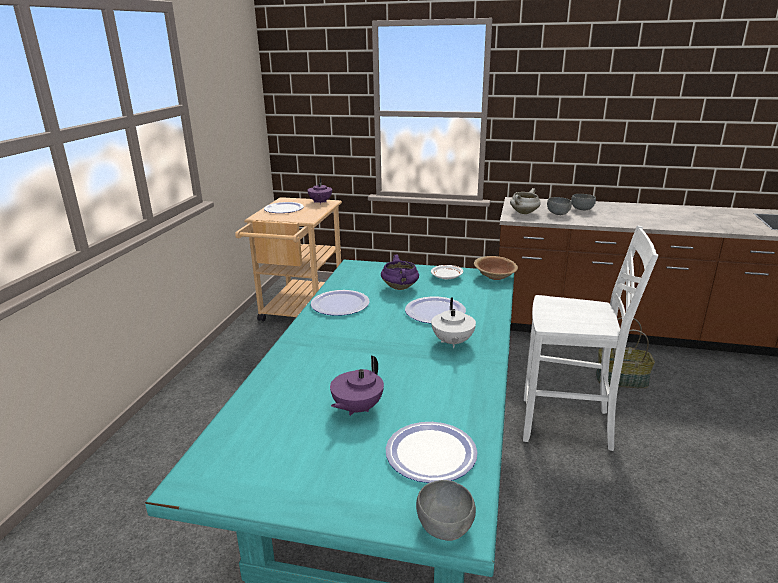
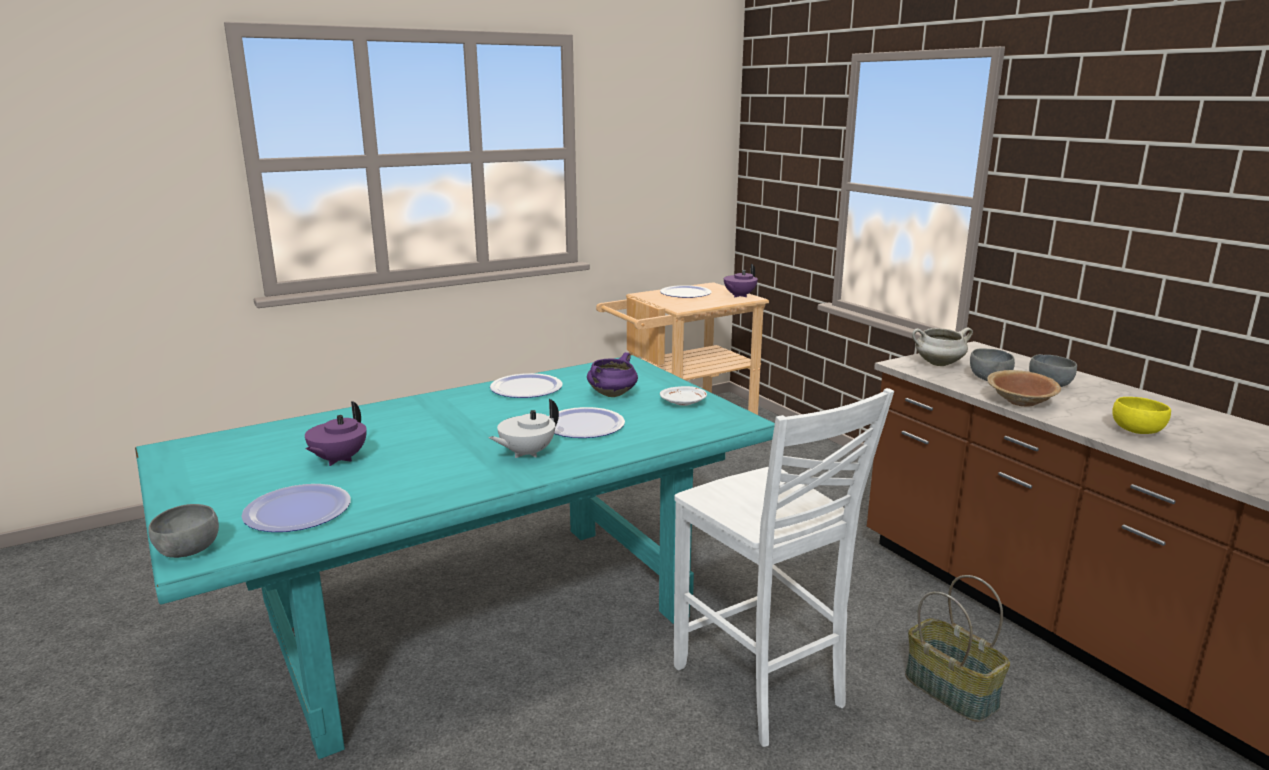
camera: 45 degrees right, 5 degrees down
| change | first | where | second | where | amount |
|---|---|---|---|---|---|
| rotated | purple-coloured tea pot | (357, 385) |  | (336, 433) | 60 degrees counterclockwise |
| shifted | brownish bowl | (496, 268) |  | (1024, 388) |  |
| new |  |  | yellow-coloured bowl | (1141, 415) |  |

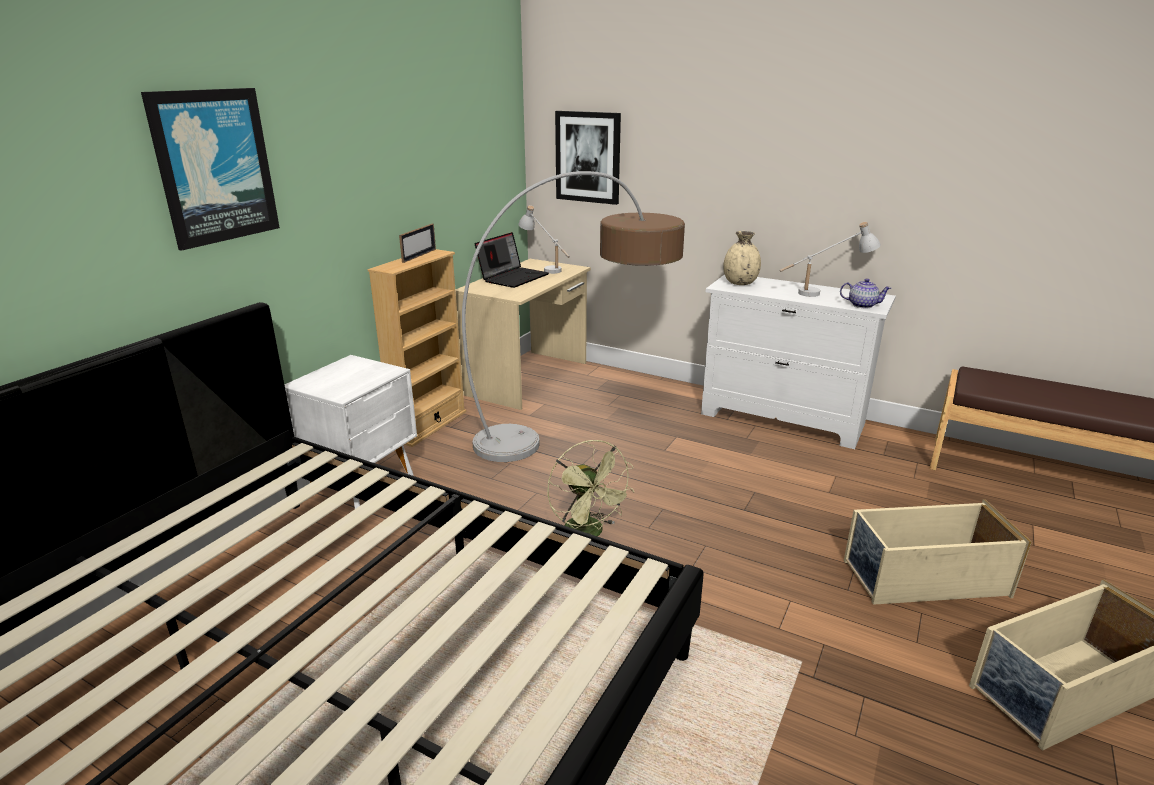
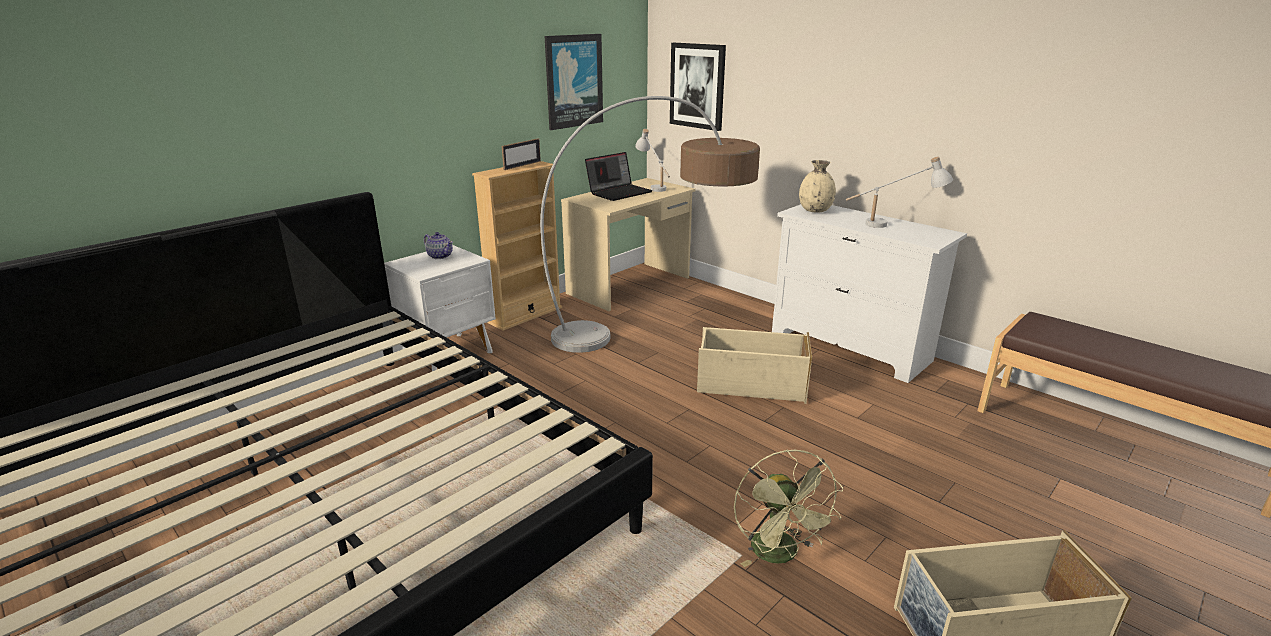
camera: 15 degrees right, 0 degrees up
| change | first | where | second | where | amount |
|---|---|---|---|---|---|
| shifted | tea pot | (865, 293) |  | (438, 245) |  |
| shifted | wall art | (210, 169) |  | (574, 82) |  |
| shifted | beige storage bin | (938, 552) |  | (754, 365) |  |
| shifted | green electric fan | (590, 488) |  | (789, 508) |  |

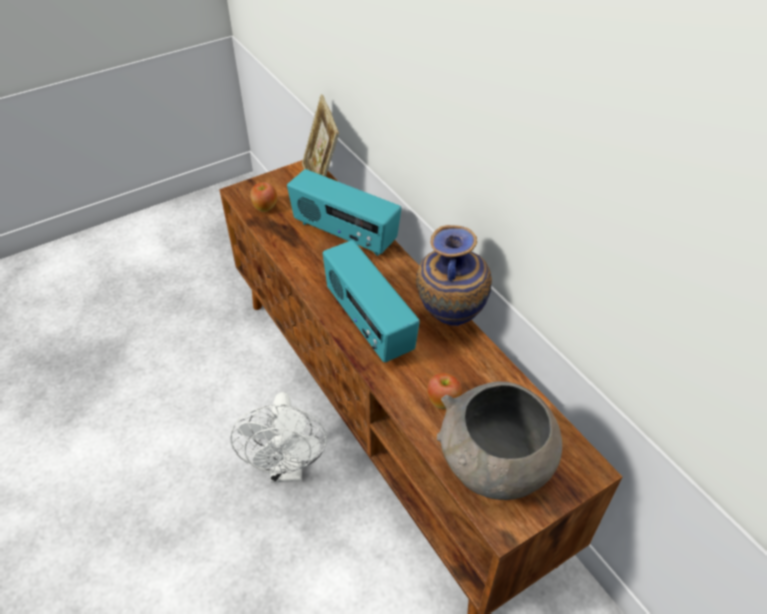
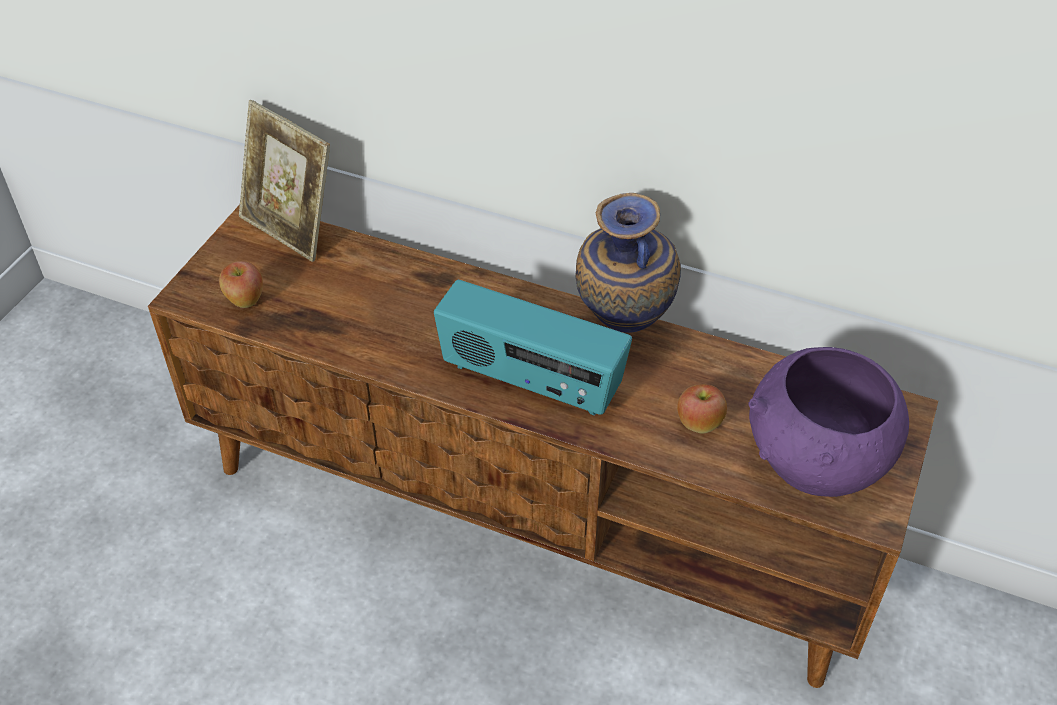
camera: 35 degrees left, 0 degrees up
| change | first | where | second | where | amount |
|---|---|---|---|---|---|
| repainted | grey bowl | (499, 440) | purple-coloured bowl | (829, 422) |  |
| gone | whitish electric fan | (278, 437) |  |  |  |
| gone | radio receiver | (344, 212) |  |  |  |

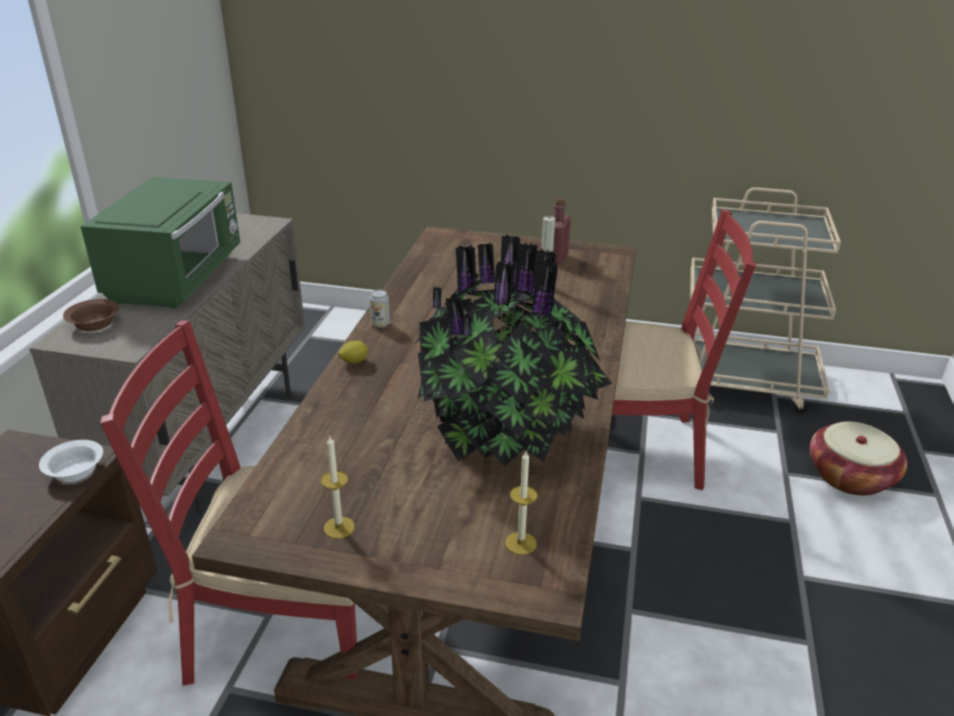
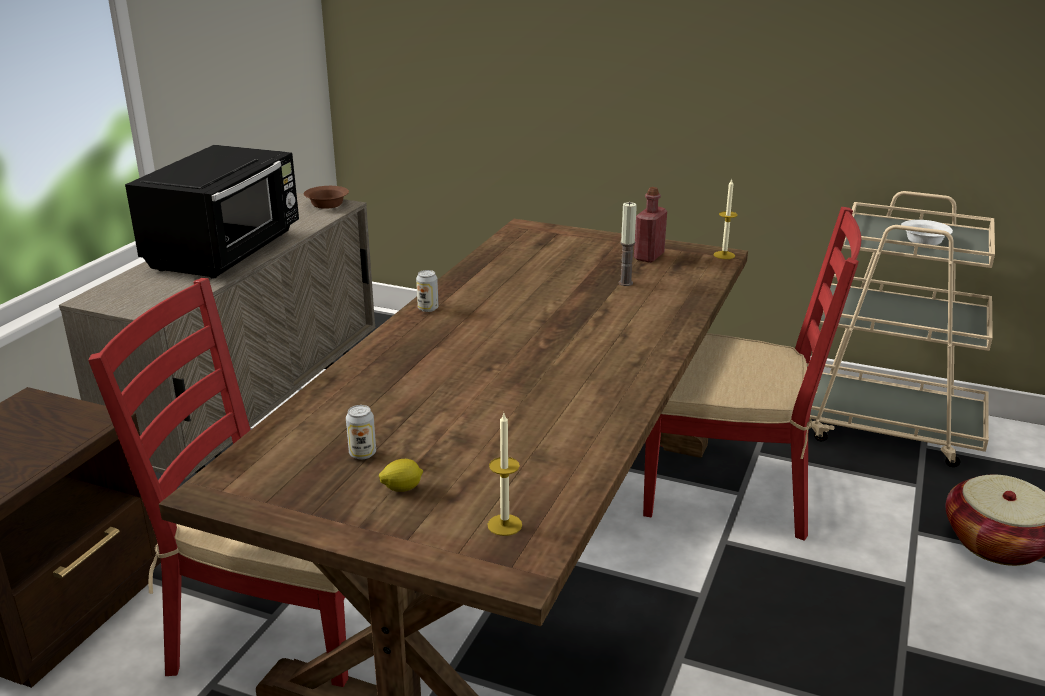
camera: 10 degrees right, 5 degrees down
| change | first | where | second | where | amount |
|---|---|---|---|---|---|
| repainted | green microwave | (160, 243) | blackish microwave | (212, 212) |  |
| shifted | brownish bowl | (91, 315) |  | (326, 197) |  |
| new |  |  | metal can | (361, 432) |  |
| shifted | citrus fruit | (353, 352) |  | (401, 475) |  |
| shifted | wax light | (338, 487) |  | (726, 219) |  |
| shifted | whitish bowl | (71, 461) |  | (927, 232) |  |
| gone | plant in a pot | (513, 350) |  |  |  |

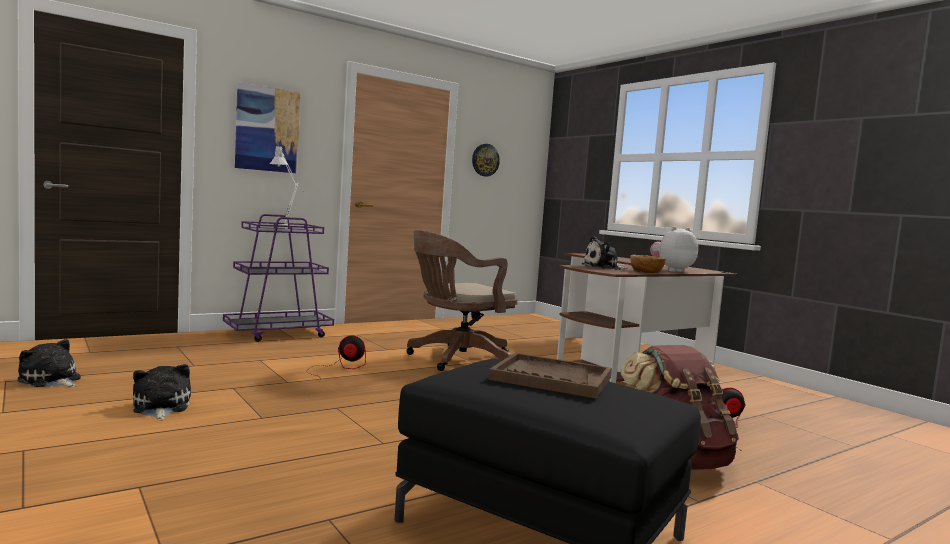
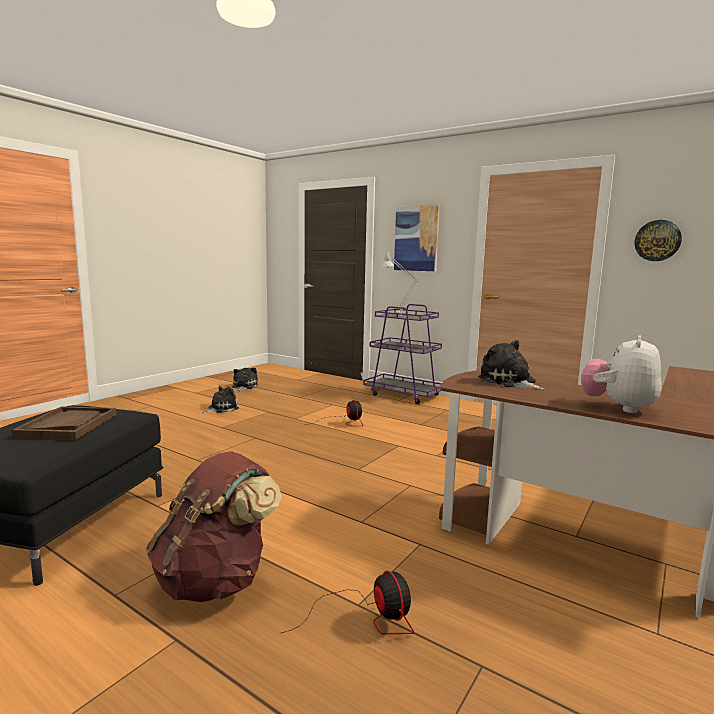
camera: 70 degrees right, 5 degrees up
| change | first | where | second | where | amount |
|---|---|---|---|---|---|
| rotated | plush toy | (674, 249) |  | (621, 374) | 105 degrees counterclockwise |
| gone | brownish desk chair | (462, 300) |  |  |  |
| gone | bowl | (648, 264) |  |  |  |

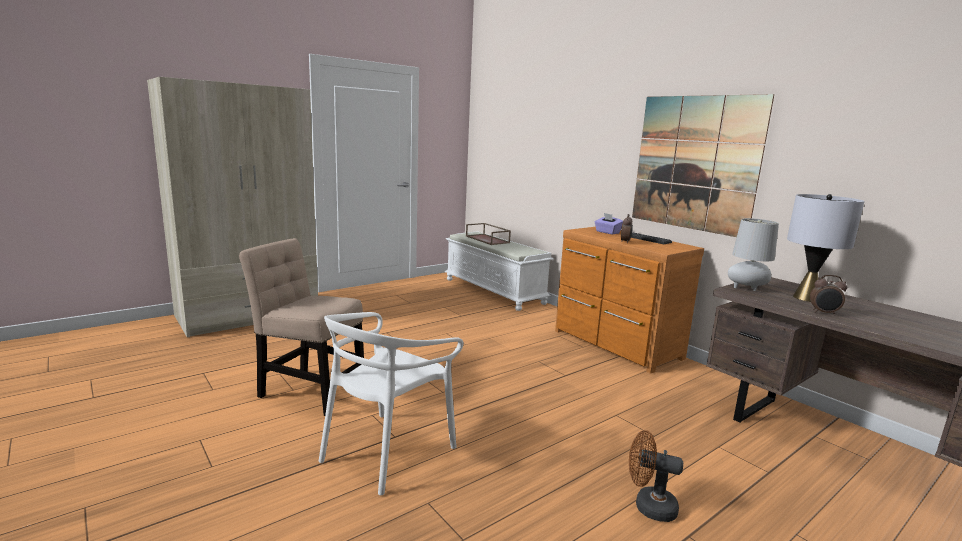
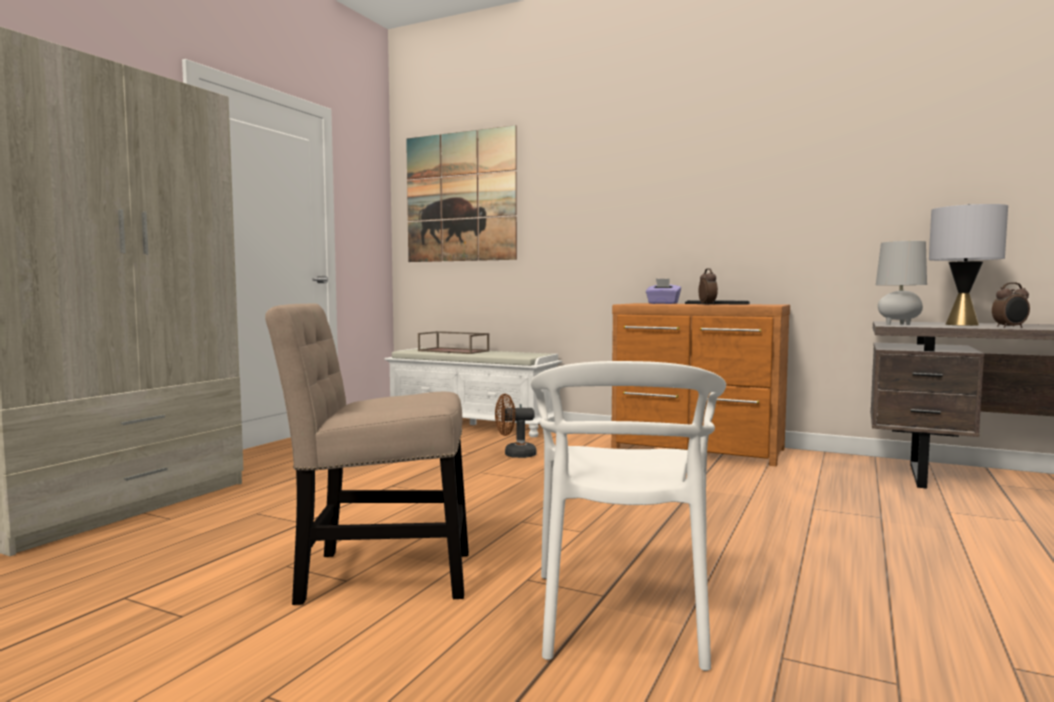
camera: 25 degrees left, 10 degrees down
| change | first | where | second | where | amount |
|---|---|---|---|---|---|
| shifted | wall art | (703, 165) |  | (461, 193) |  |
| shifted | brownish electric fan | (656, 476) |  | (516, 426) |  |

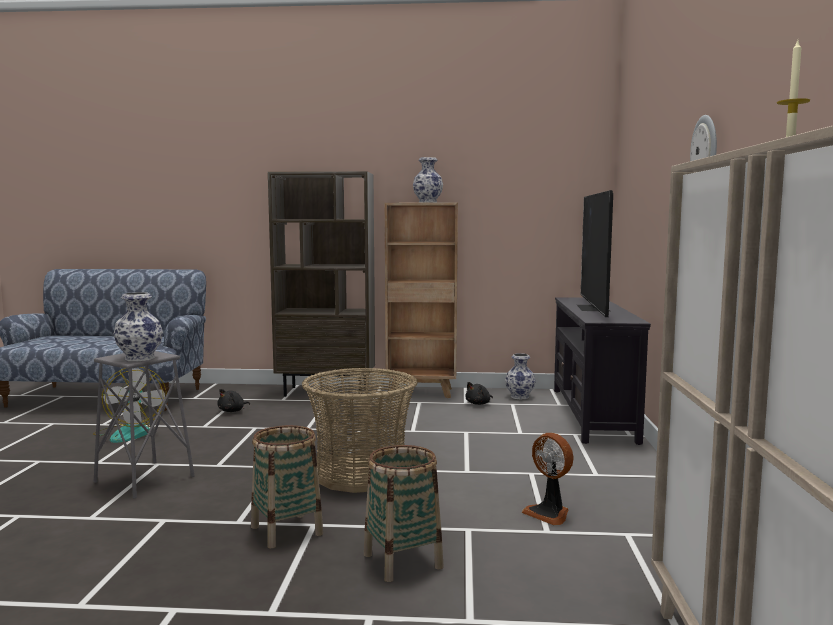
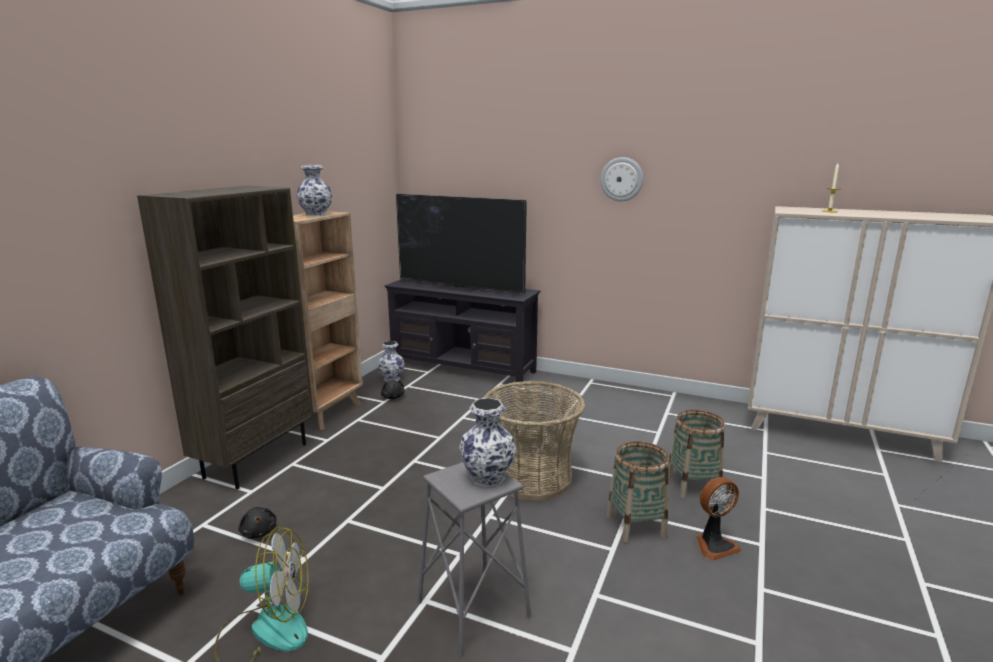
camera: 70 degrees left, 10 degrees up
| change | first | where | second | where | amount |
|---|---|---|---|---|---|
| shifted | electric fan | (548, 479) |  | (718, 518) |  |

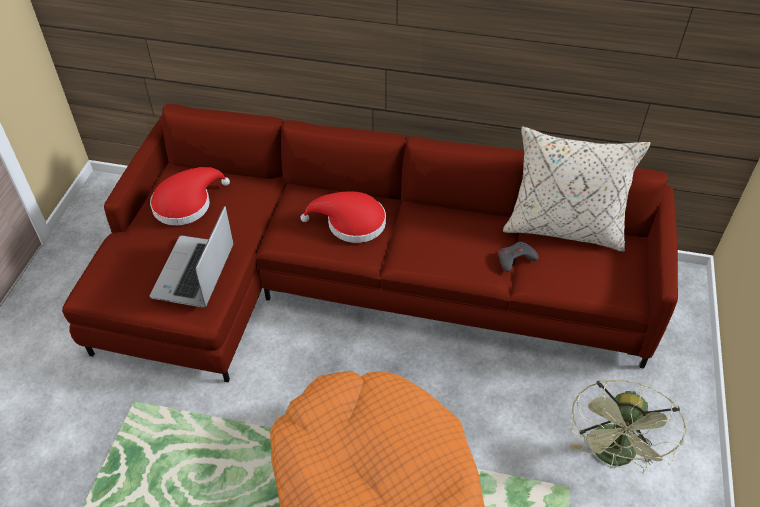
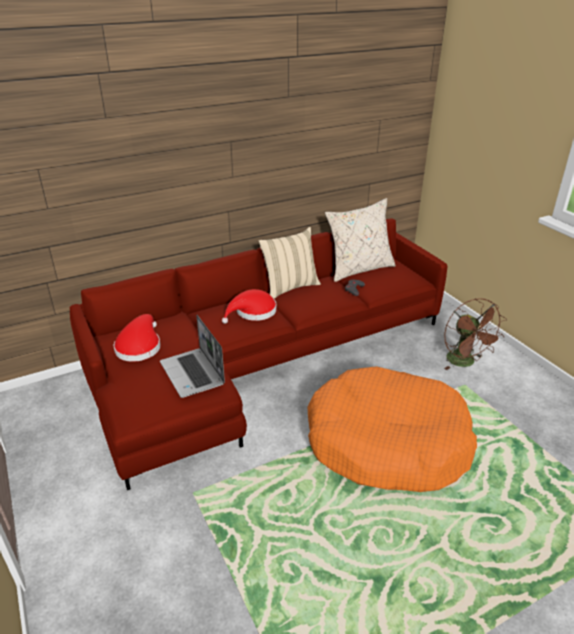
camera: 40 degrees left, 15 degrees down
| change | first | where | second | where | amount |
|---|---|---|---|---|---|
| new |  |  | beige cushion | (290, 263) |  |
| repainted | green electric fan | (627, 427) | brownish electric fan | (475, 334) |  |

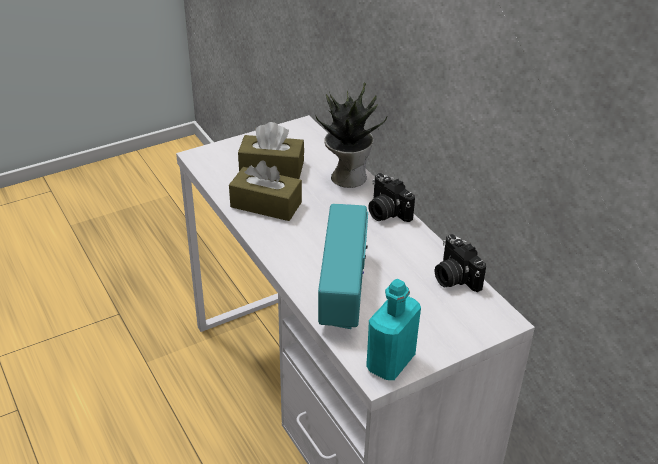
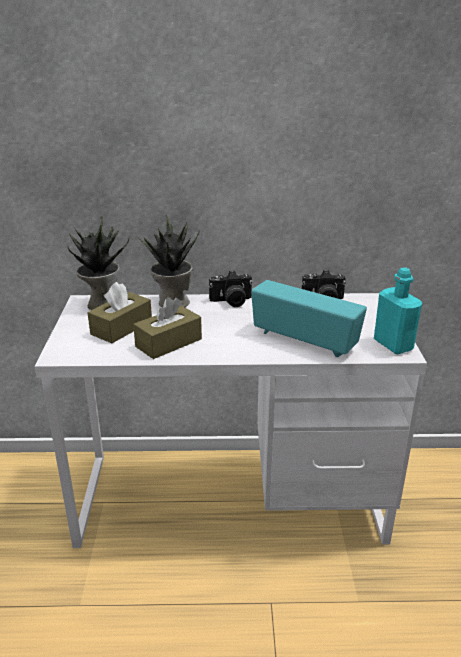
camera: 60 degrees left, 10 degrees down
| change | first | where | second | where | amount |
|---|---|---|---|---|---|
| new |  |  | plant in a pot | (98, 263) |  |

